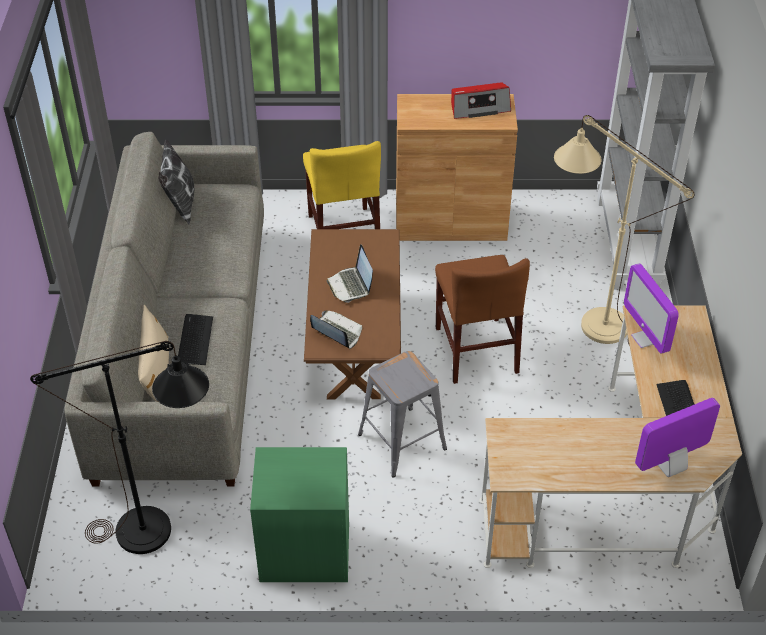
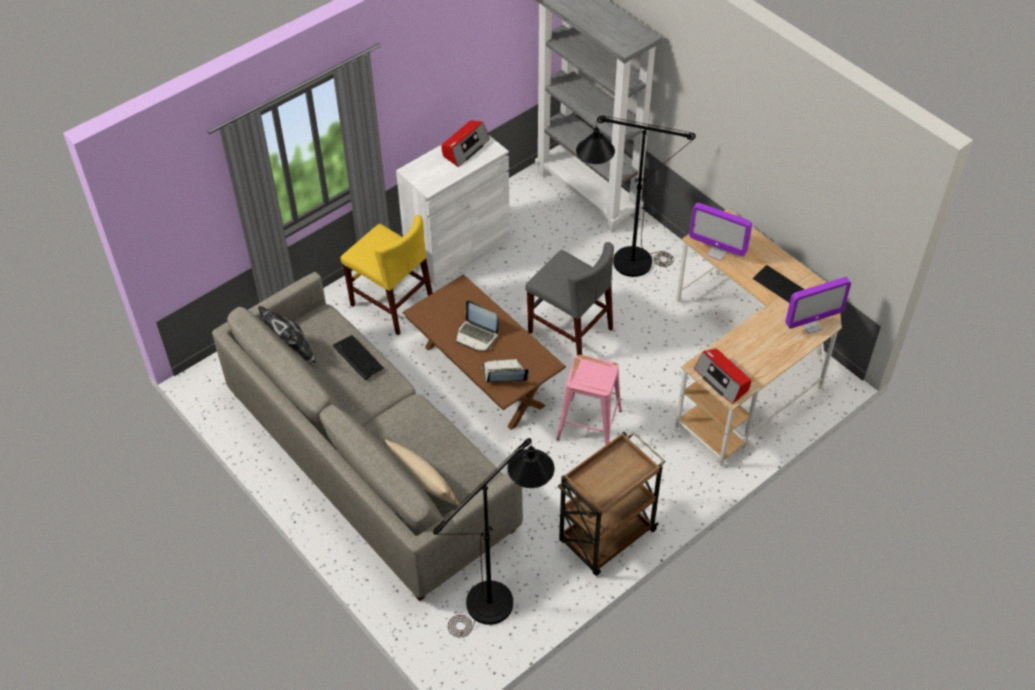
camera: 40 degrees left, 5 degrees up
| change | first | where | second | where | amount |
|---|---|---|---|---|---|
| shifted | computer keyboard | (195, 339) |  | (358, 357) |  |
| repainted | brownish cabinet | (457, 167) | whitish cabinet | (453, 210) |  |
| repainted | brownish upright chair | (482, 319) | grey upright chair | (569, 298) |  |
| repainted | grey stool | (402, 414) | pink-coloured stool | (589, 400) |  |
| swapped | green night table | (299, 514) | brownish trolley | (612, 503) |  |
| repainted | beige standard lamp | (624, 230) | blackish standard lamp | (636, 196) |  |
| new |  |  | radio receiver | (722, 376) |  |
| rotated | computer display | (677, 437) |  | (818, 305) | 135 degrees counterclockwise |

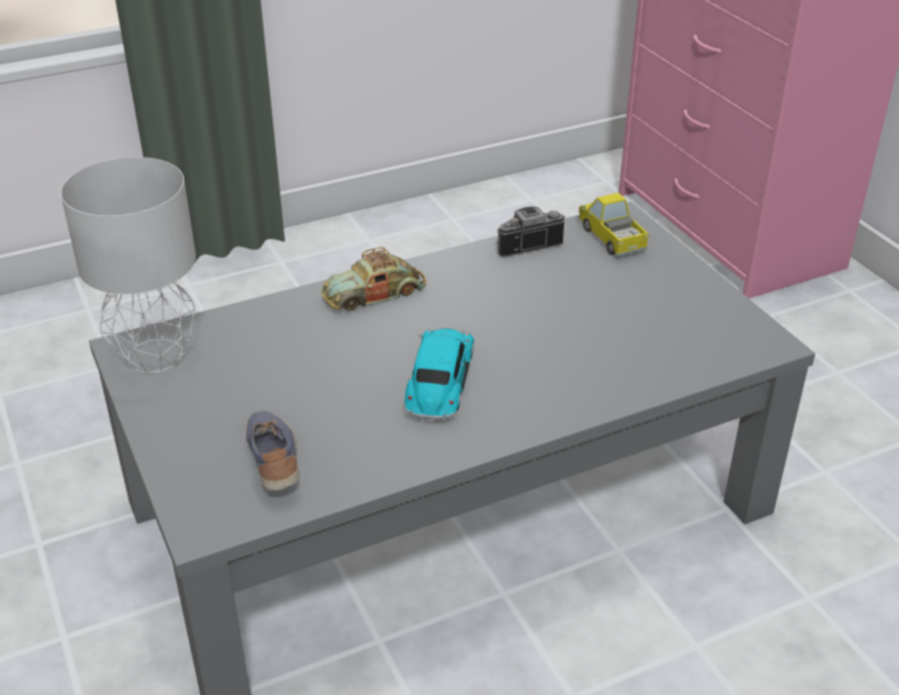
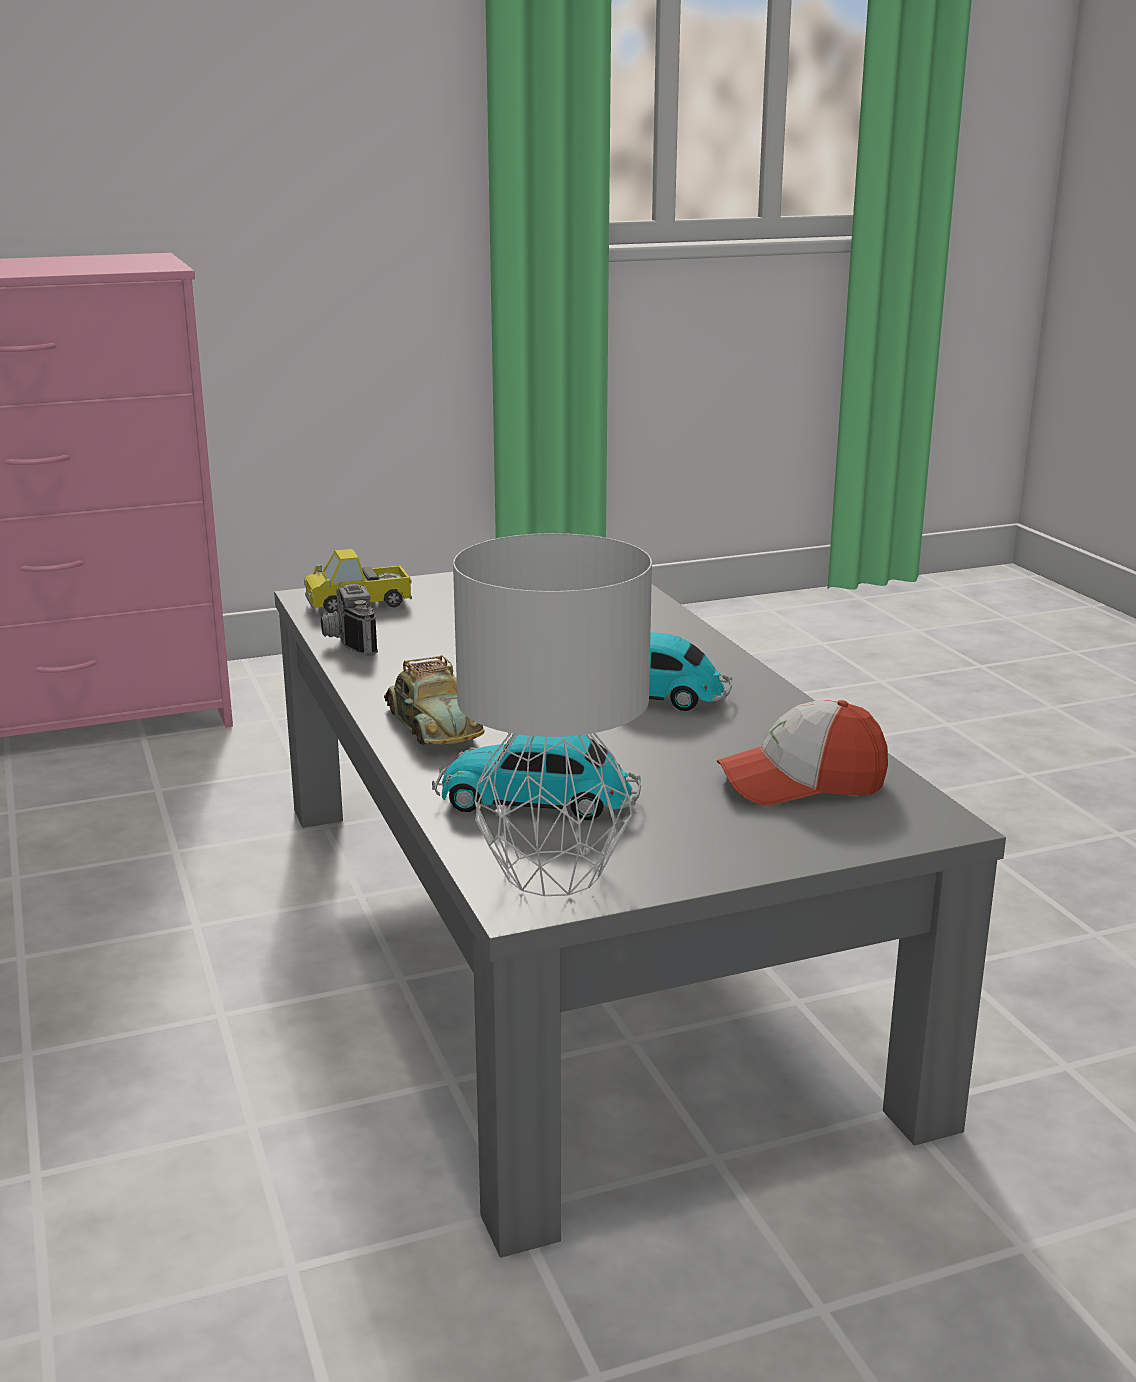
camera: 85 degrees left, 15 degrees down
| change | first | where | second | where | amount |
|---|---|---|---|---|---|
| new |  |  | toy car | (536, 776) |  |
| swapped | shoe | (272, 451) | peaked cap | (802, 753) |  |

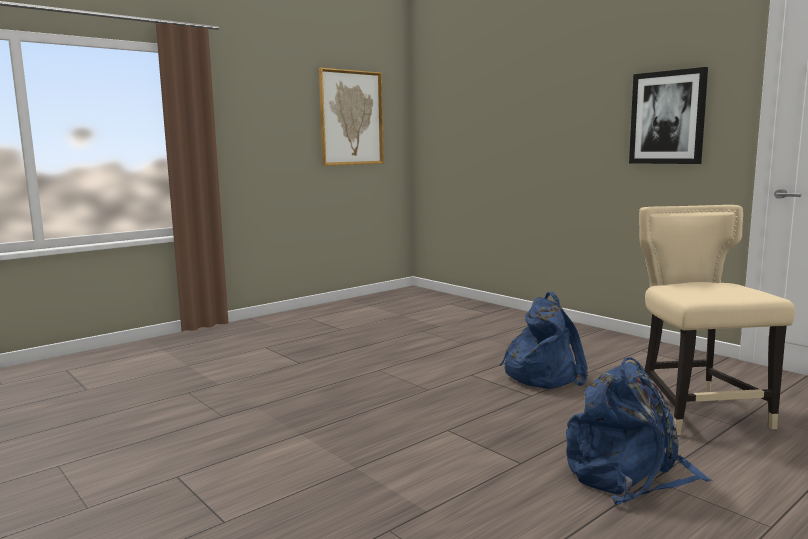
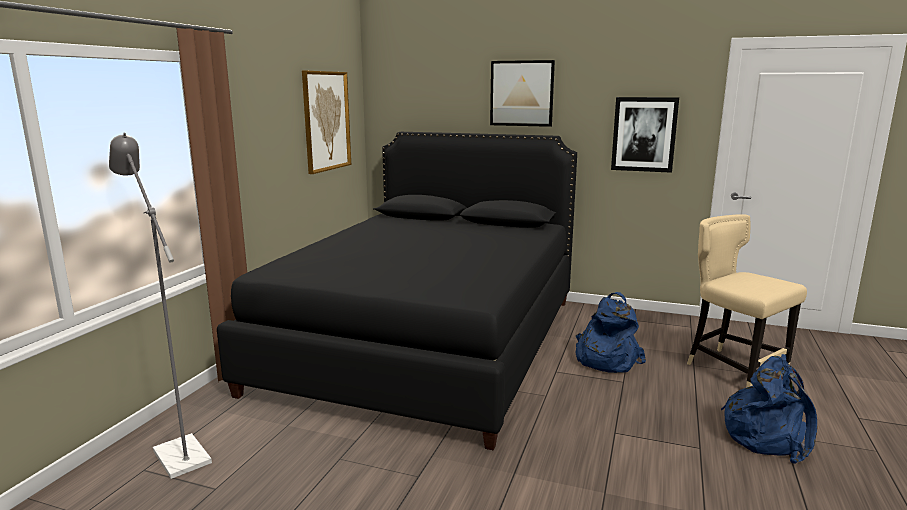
camera: 30 degrees left, 5 degrees up
| change | first | where | second | where | amount |
|---|---|---|---|---|---|
| new |  |  | grey standard lamp | (160, 306) |  |
| new |  |  | blackish bedroom bed | (397, 291) |  |
| new |  |  | wall art | (522, 93) |  |

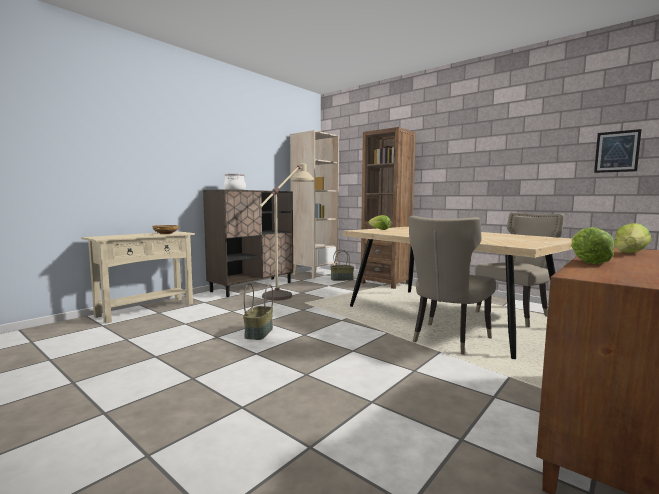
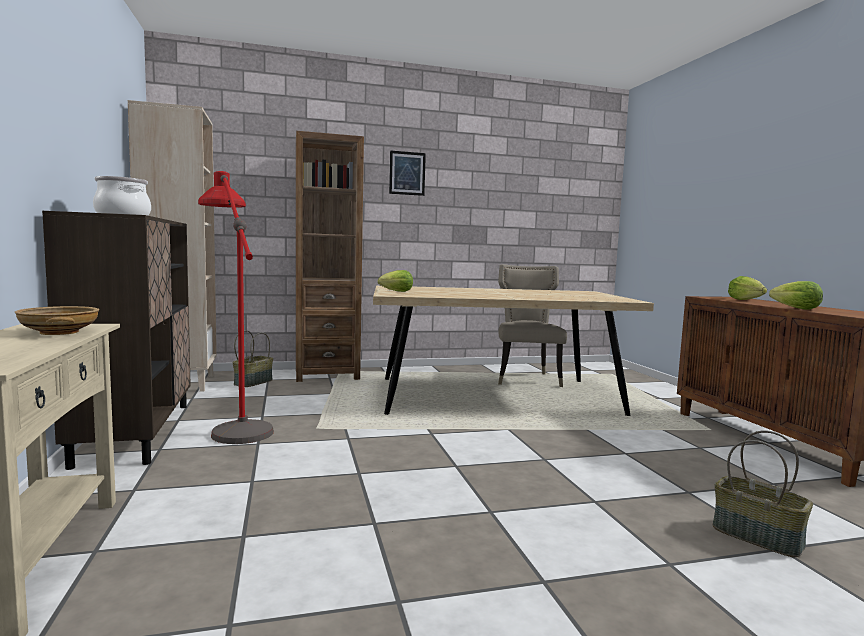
camera: 55 degrees left, 0 degrees up
| change | first | where | second | where | amount |
|---|---|---|---|---|---|
| repainted | beige standard lamp | (286, 232) | reddish standard lamp | (236, 307) |  |
| shifted | wall art | (618, 151) |  | (407, 173) |  |
| shifted | household basket | (258, 311) |  | (763, 493) |  |
| gone | beige upright chair | (452, 285) |  |  |  |

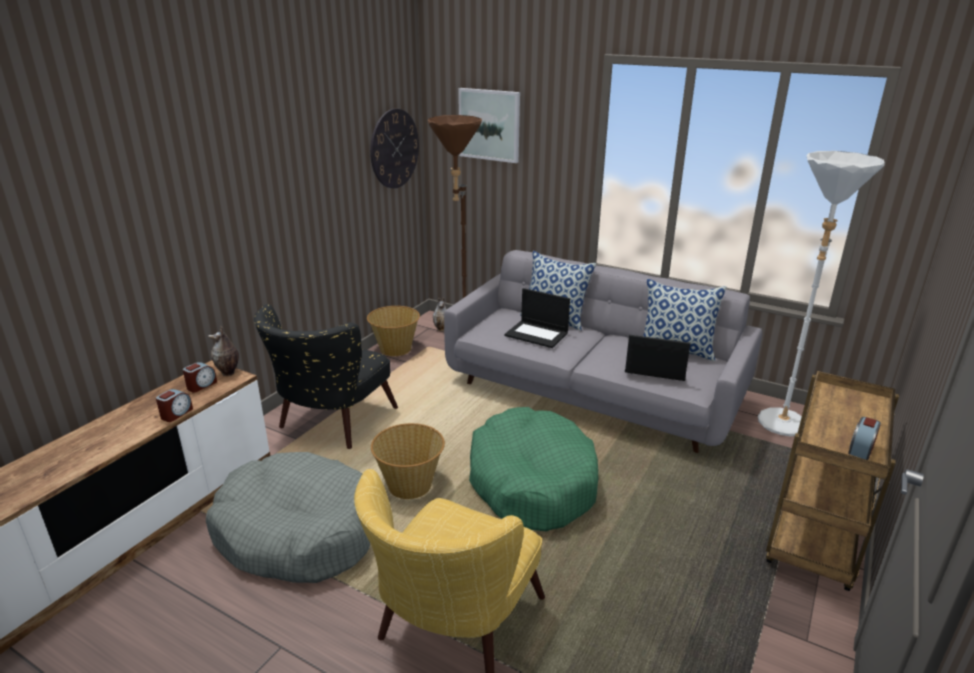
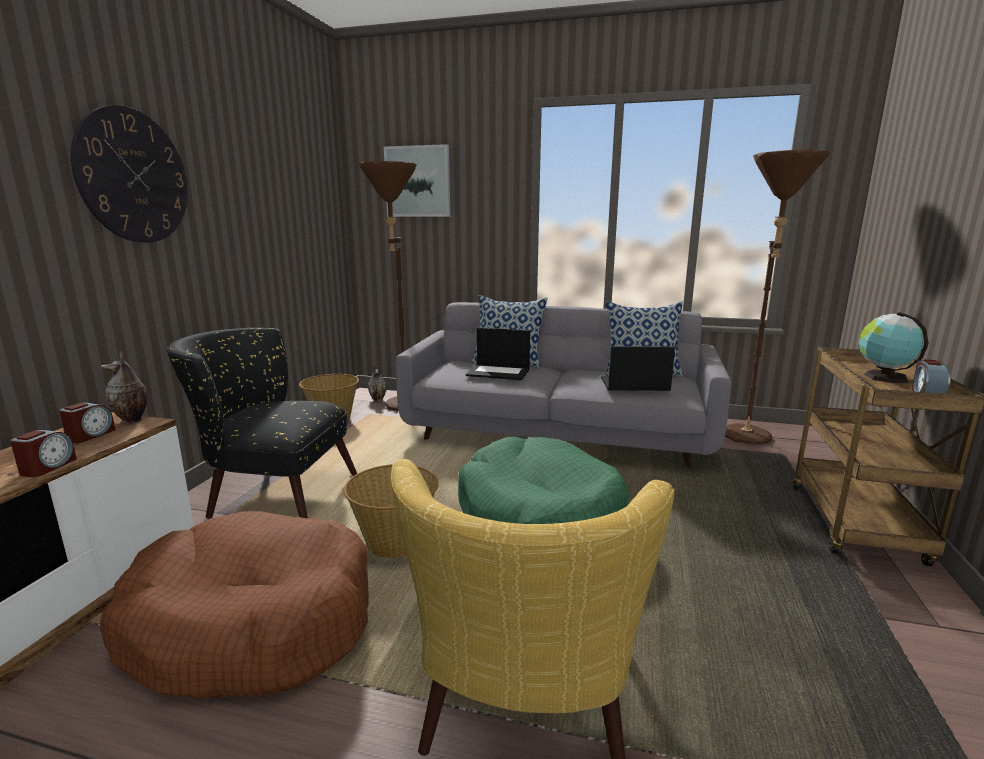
camera: 15 degrees left, 10 degrees down
| change | first | where | second | where | amount |
|---|---|---|---|---|---|
| shifted | clock on the wall | (394, 148) |  | (129, 174) |  |
| repainted | grey dog bed | (288, 517) | brownish dog bed | (234, 604) |  |
| rotated | blackish lounge chair | (326, 376) |  | (261, 423) | 90 degrees clockwise |
| repainted | whitish standard lamp | (821, 293) | brownish standard lamp | (777, 296) |  |
| new |  |  | globe | (893, 347) |  |

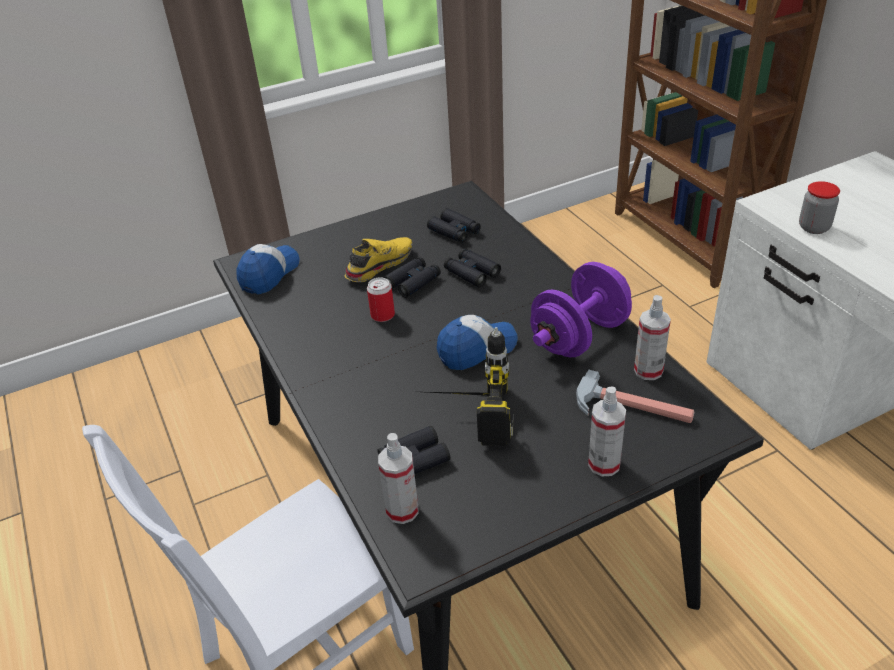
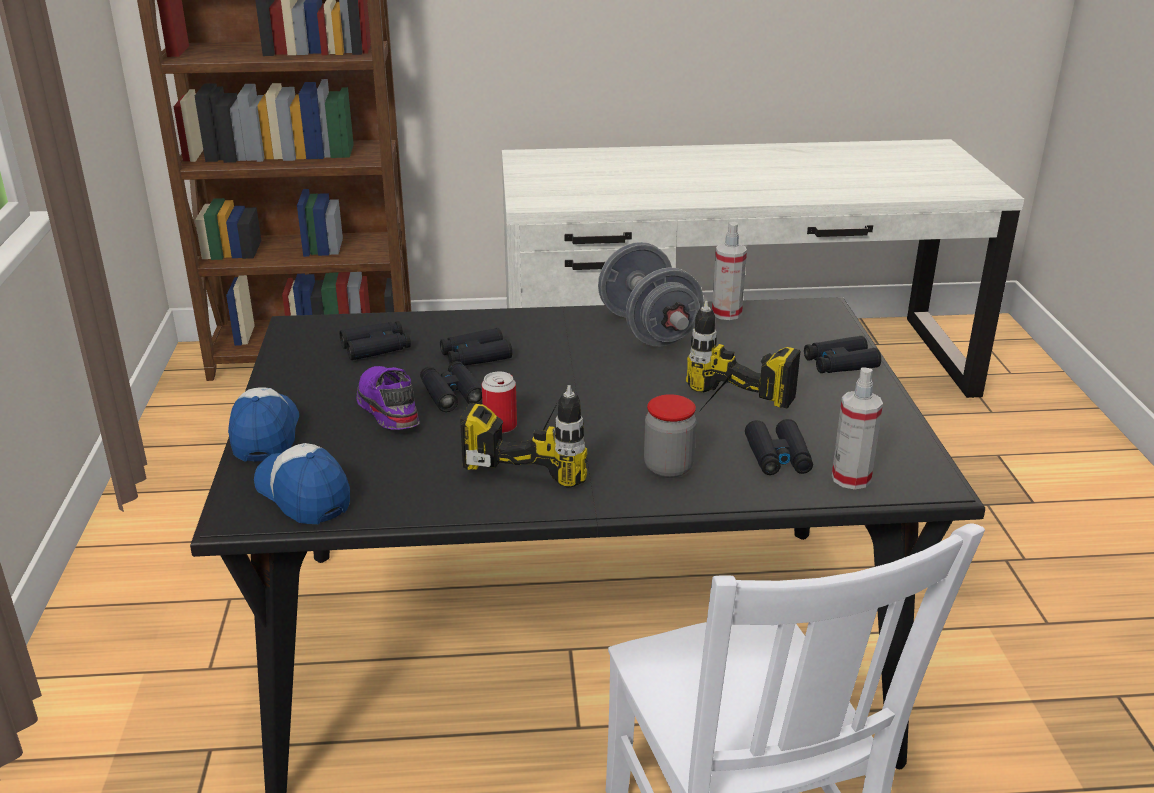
camera: 70 degrees left, 10 degrees down
| change | first | where | second | where | amount |
|---|---|---|---|---|---|
| shifted | peaked cap | (477, 342) |  | (263, 424) |  |
| repainted | yellow-coloured shoe | (379, 259) | purple-coloured shoe | (388, 398) |  |
| new |  |  | electric drill | (523, 436) |  |
| repainted | purple-coloured dumbbell | (581, 309) | grey dumbbell | (651, 294) |  |
| shifted | preserve jar | (819, 207) |  | (670, 436) |  |
| swapped | hand sprayer | (607, 431) | blackish binoculars | (842, 354) |  |
| gone | tool hammer | (635, 396) |  |  |  |

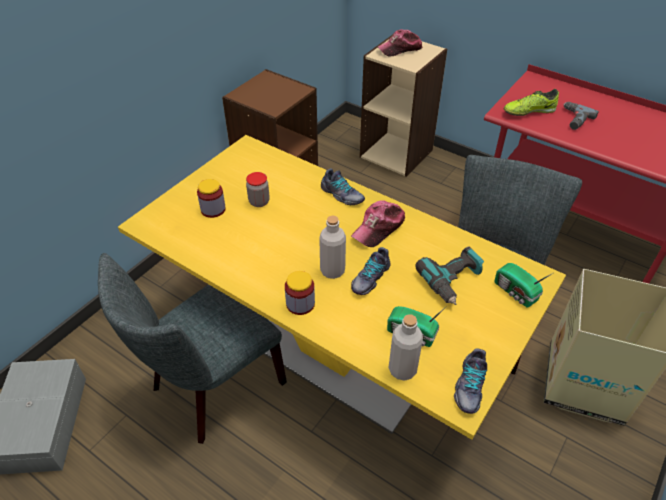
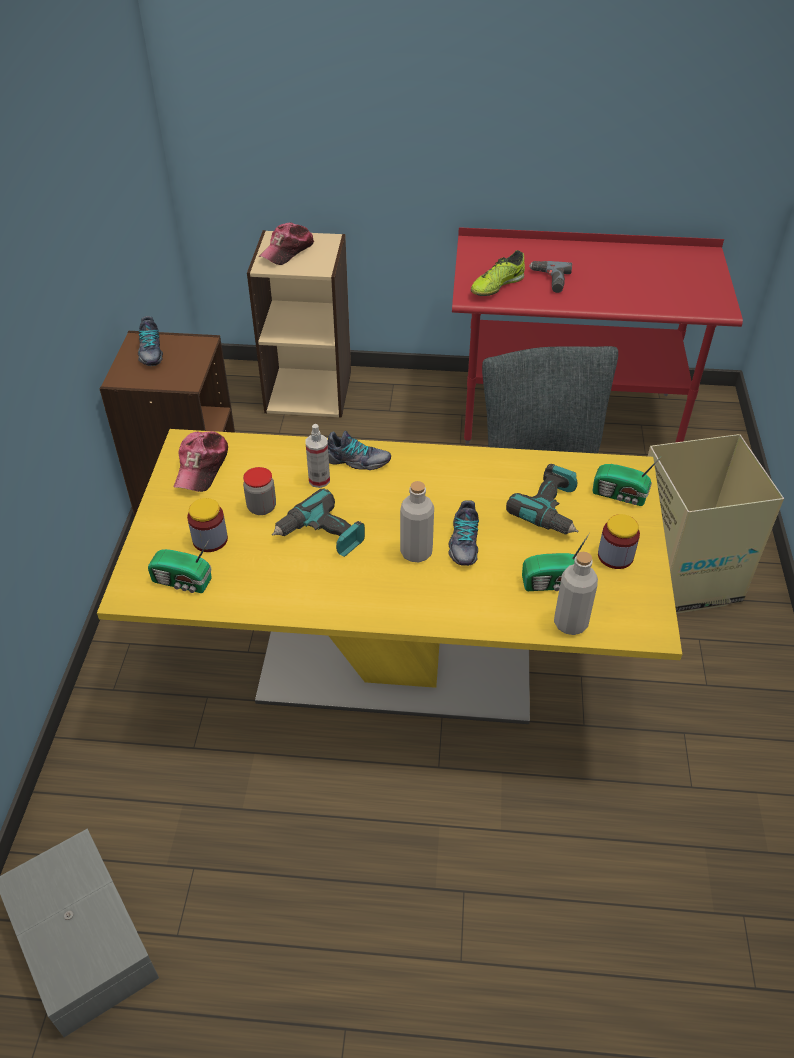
camera: 30 degrees left, 0 degrees up
| change | first | where | second | where | amount |
|---|---|---|---|---|---|
| shifted | shoe | (470, 381) |  | (150, 341) |  |
| new |  |  | radio receiver | (180, 566) |  |
| shifted | peaked cap | (378, 223) |  | (200, 461) |  |
| new |  |  | electric drill | (318, 522) |  |
| new |  |  | hand sprayer | (318, 456) |  |
| shifted | preserve jar | (300, 293) |  | (619, 541) |  |
| gone | grey upright chair | (192, 348) |  |  |  |

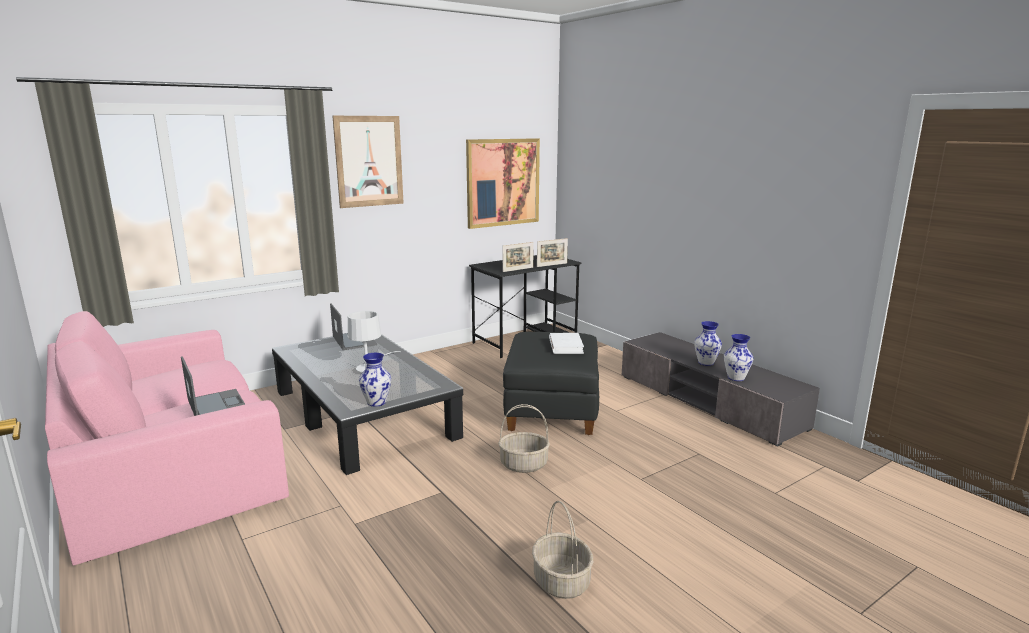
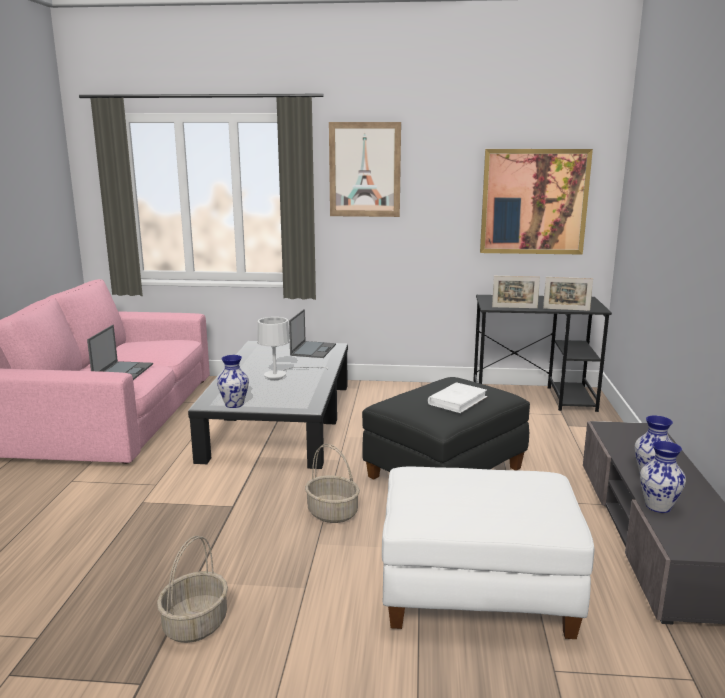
camera: 40 degrees right, 0 degrees up
| change | first | where | second | where | amount |
|---|---|---|---|---|---|
| new |  |  | whitish pouffe | (488, 552) |  |

